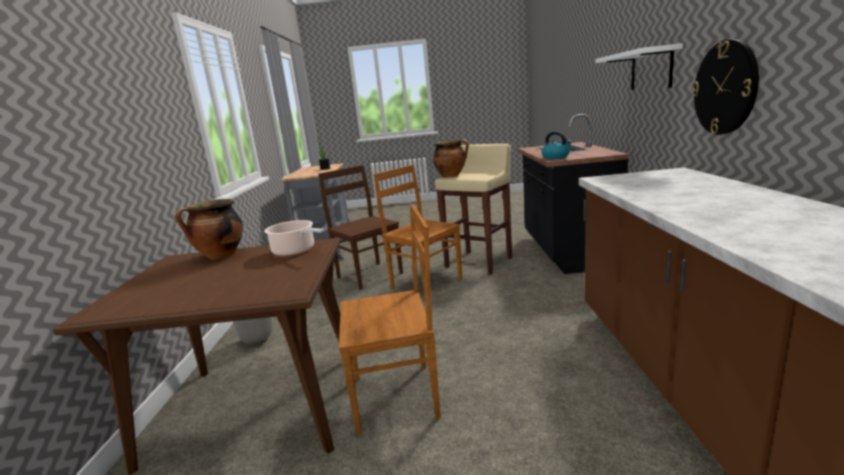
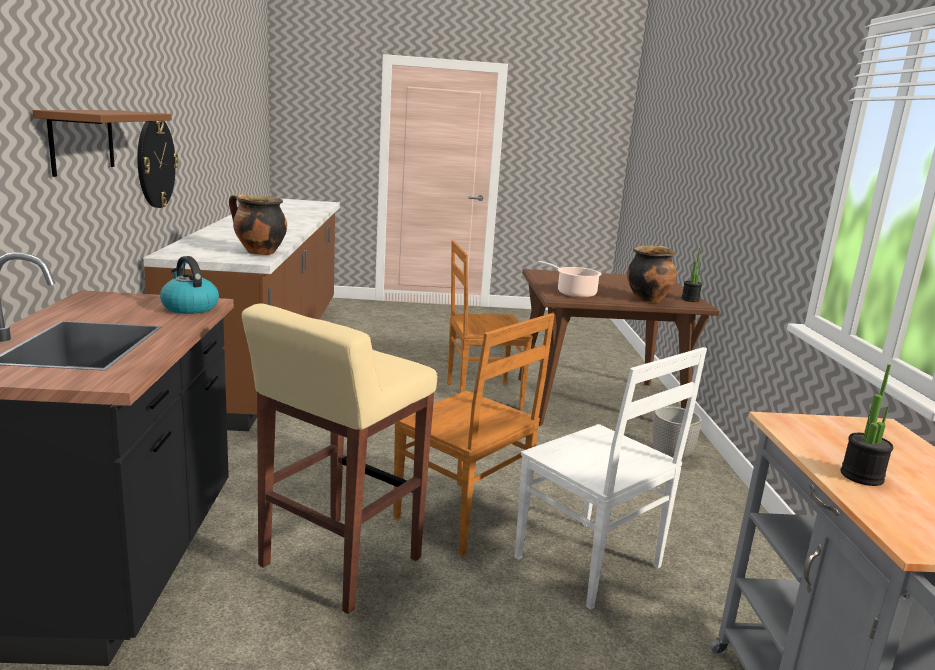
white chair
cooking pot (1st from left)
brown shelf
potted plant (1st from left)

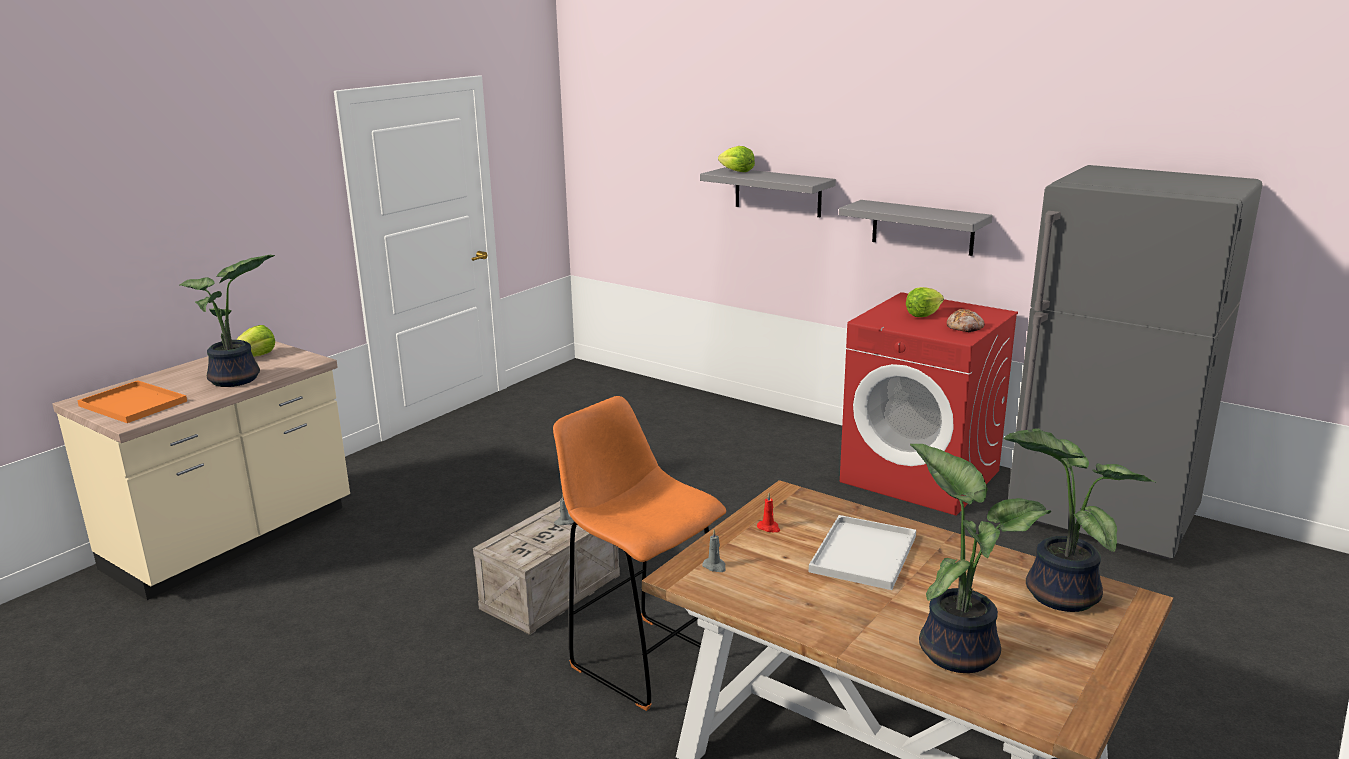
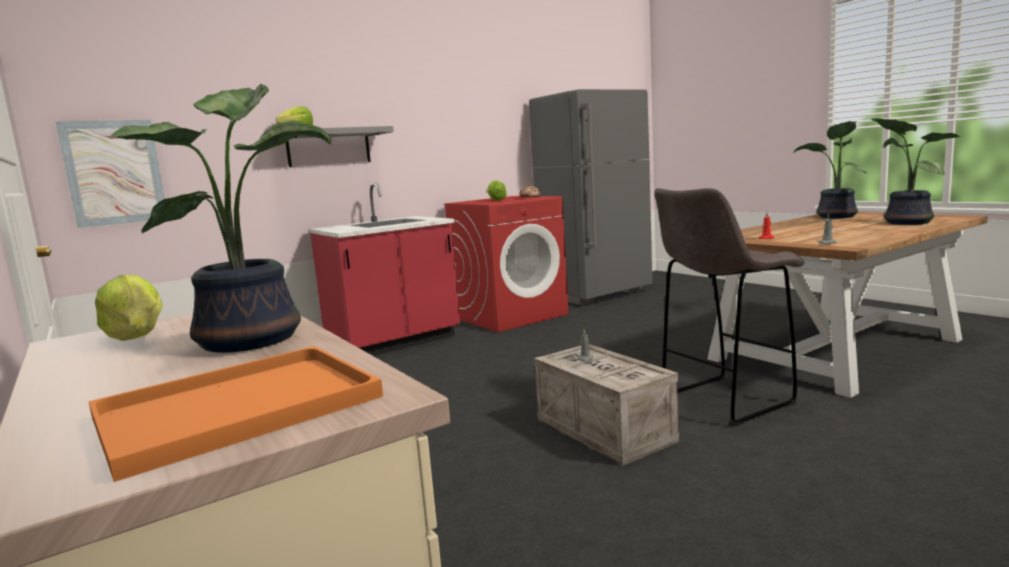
grey stool
white tray
grey shelf (2nd from left in the first image)
picture
red counter

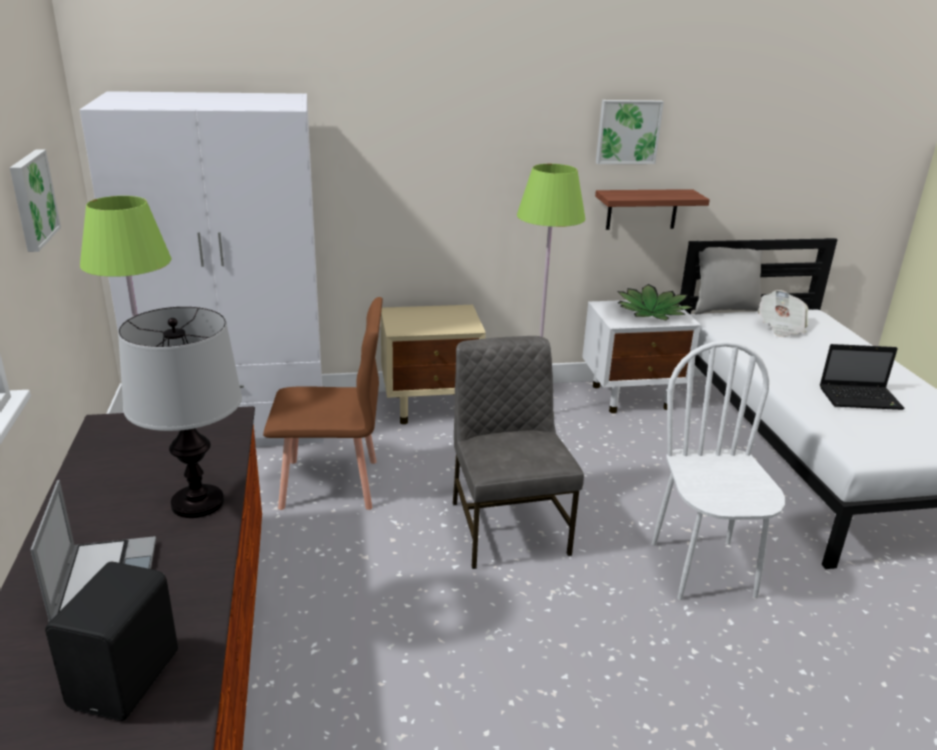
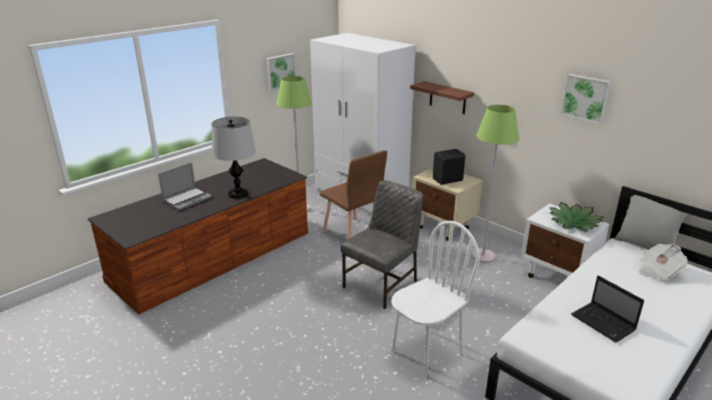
black speaker
shelf

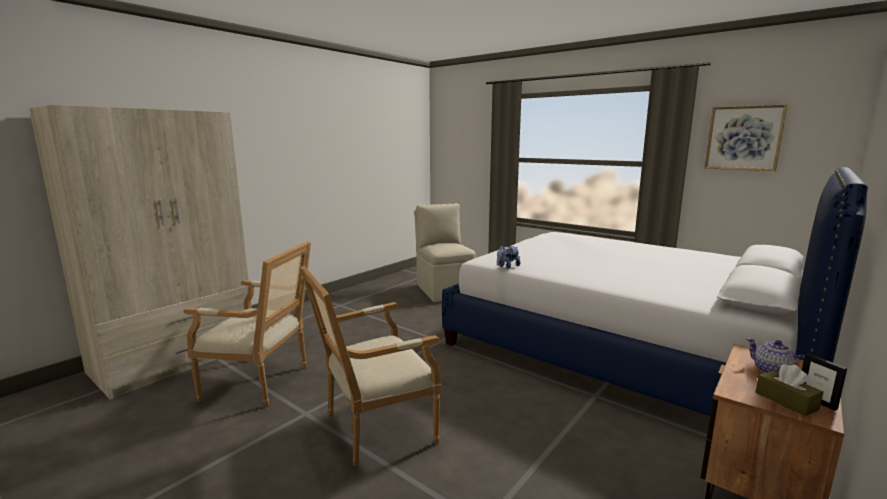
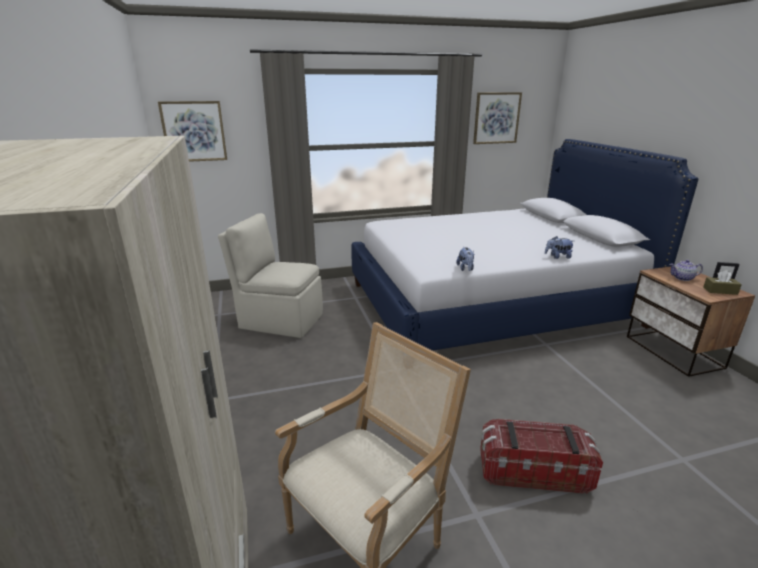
storage box
picture (1st from left)
plush toy (2nd from left)

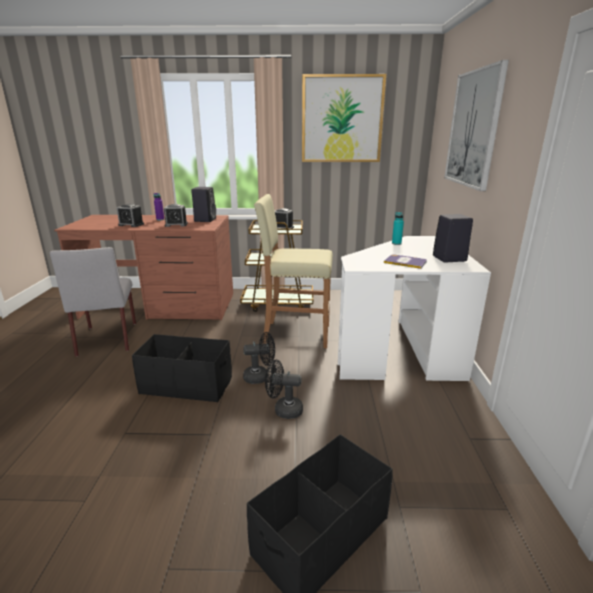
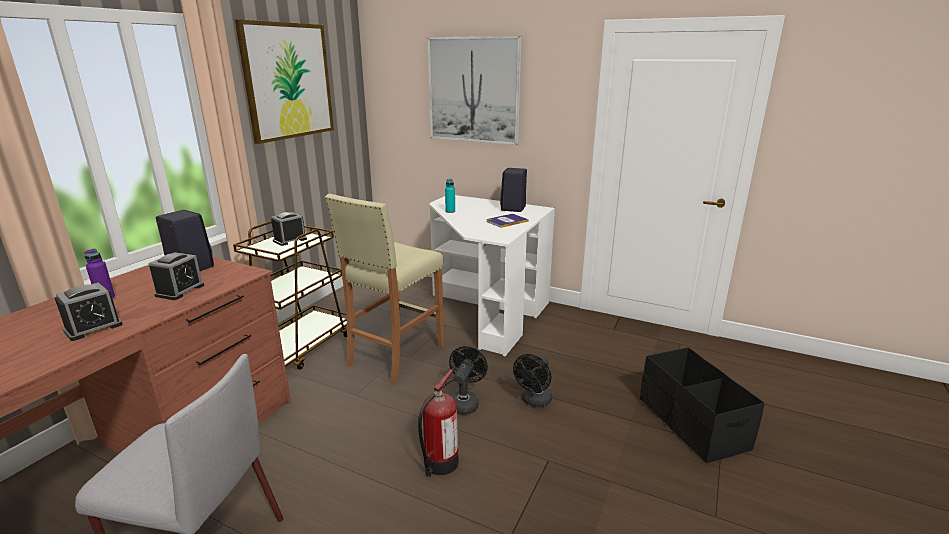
fire extinguisher

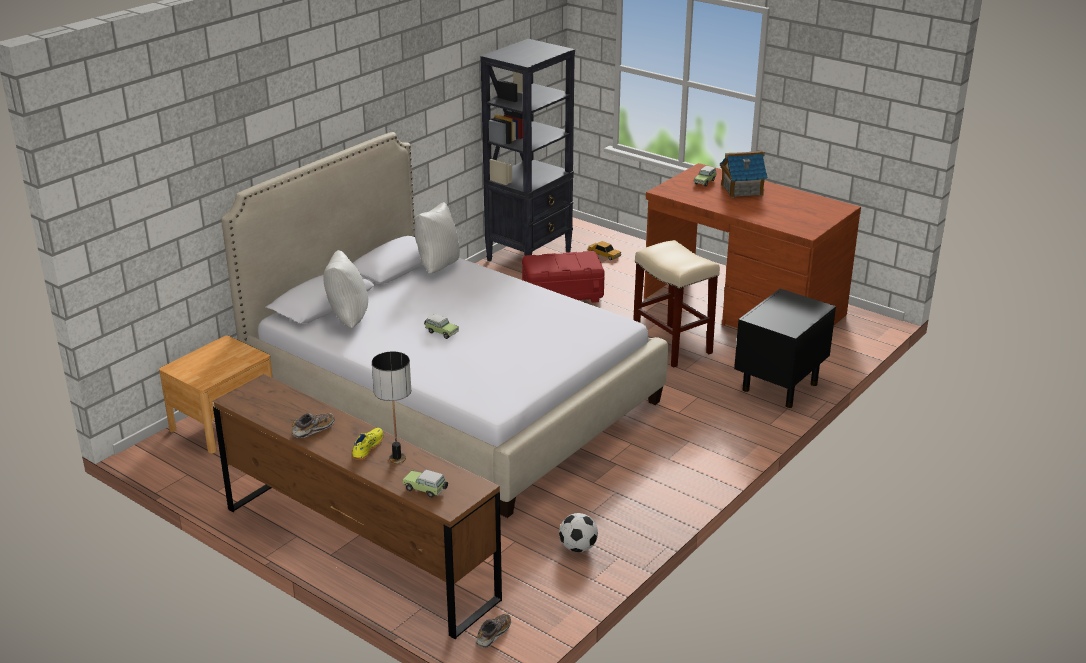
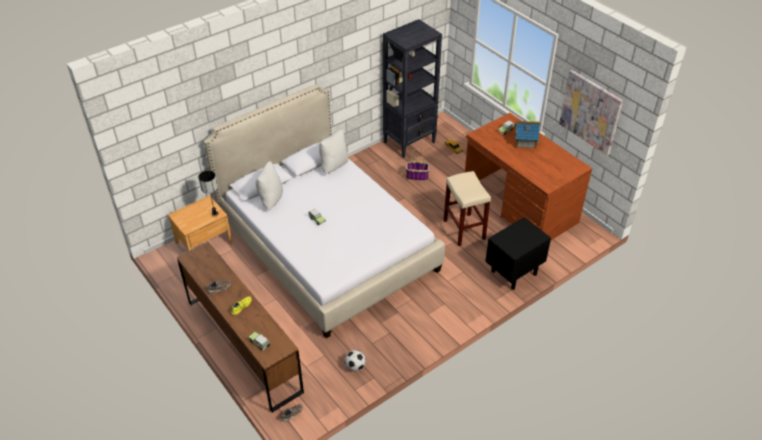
table lamp
basket
picture

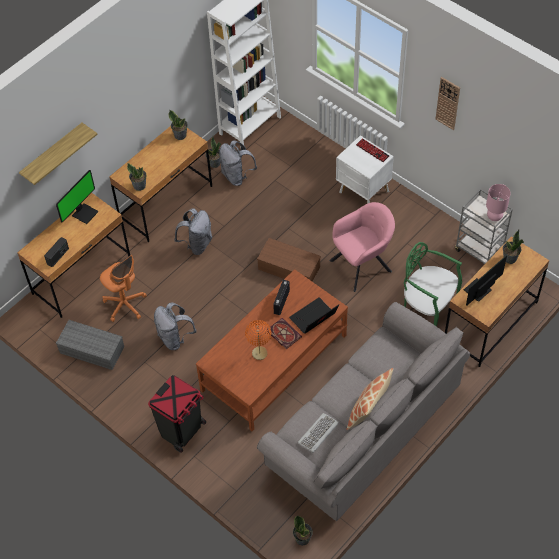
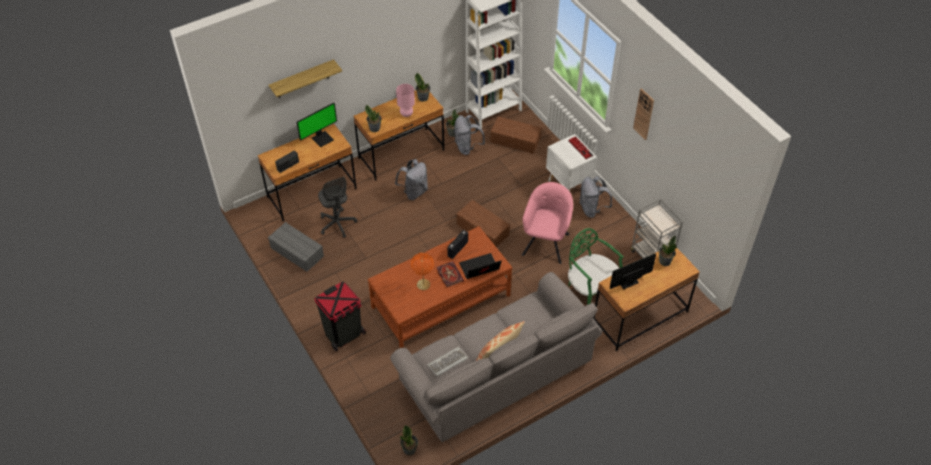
grey office chair
grey backpack (3rd from left)
pink armchair
pink table lamp
brown storage box (2nd from left)

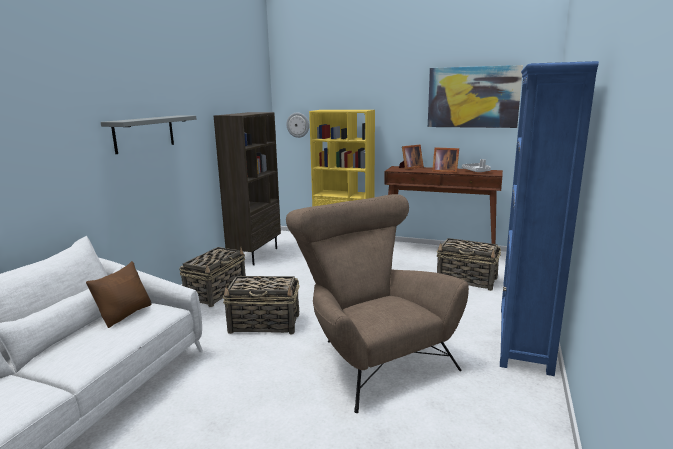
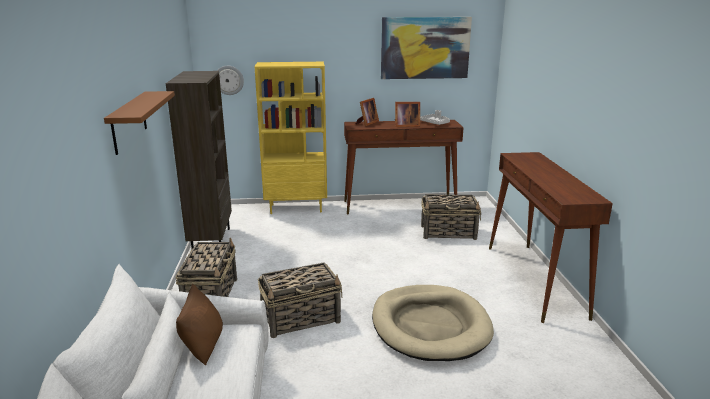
brown shelf
beige dog bed
brown console table (2nd from left)

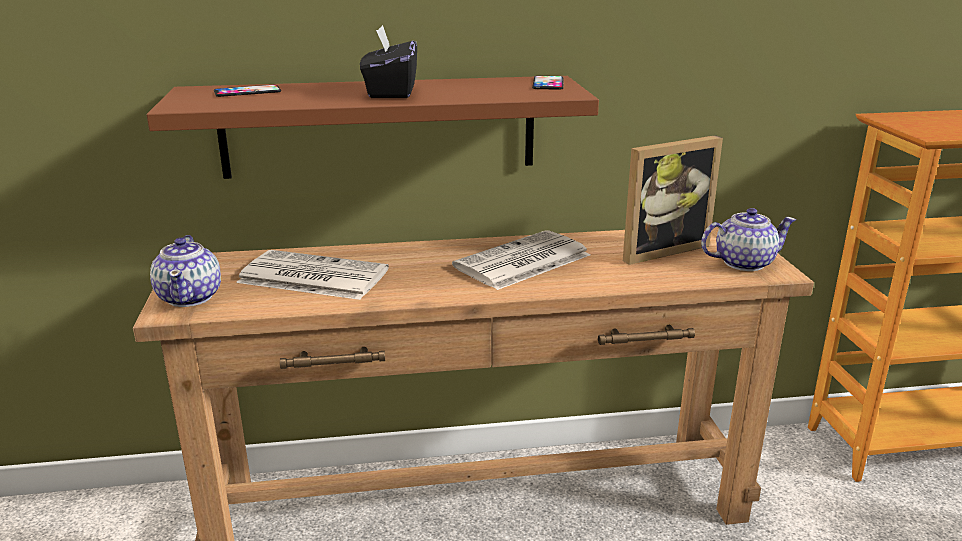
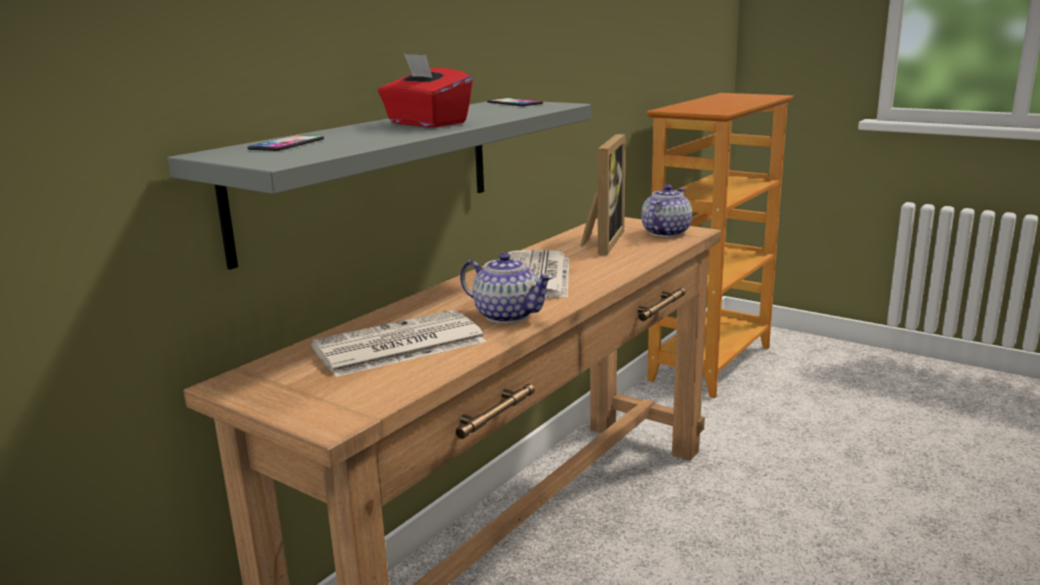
grey shelf
teapot (1st from left)
red tissue box

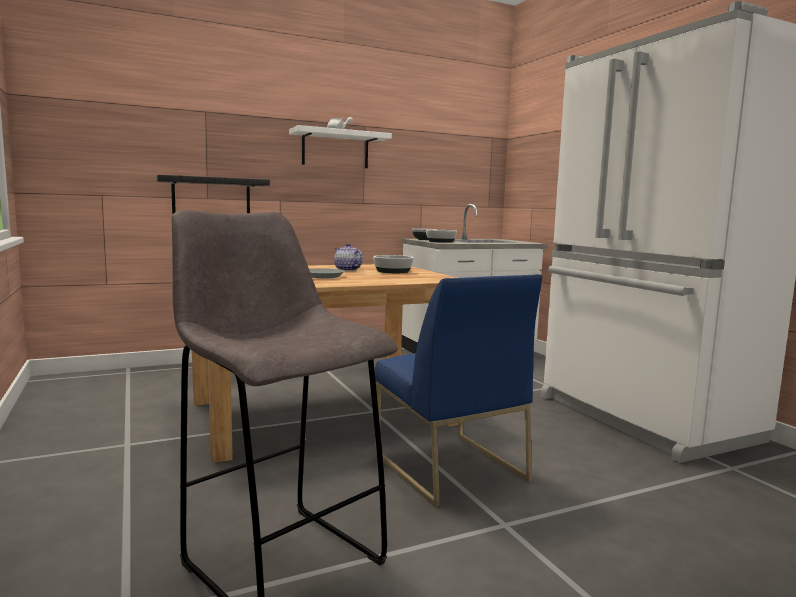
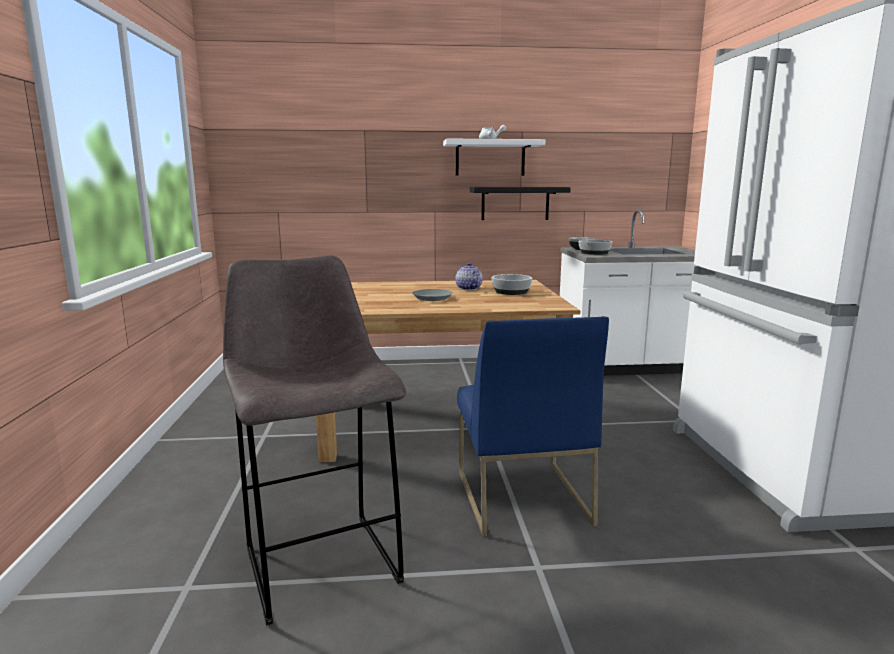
black shelf

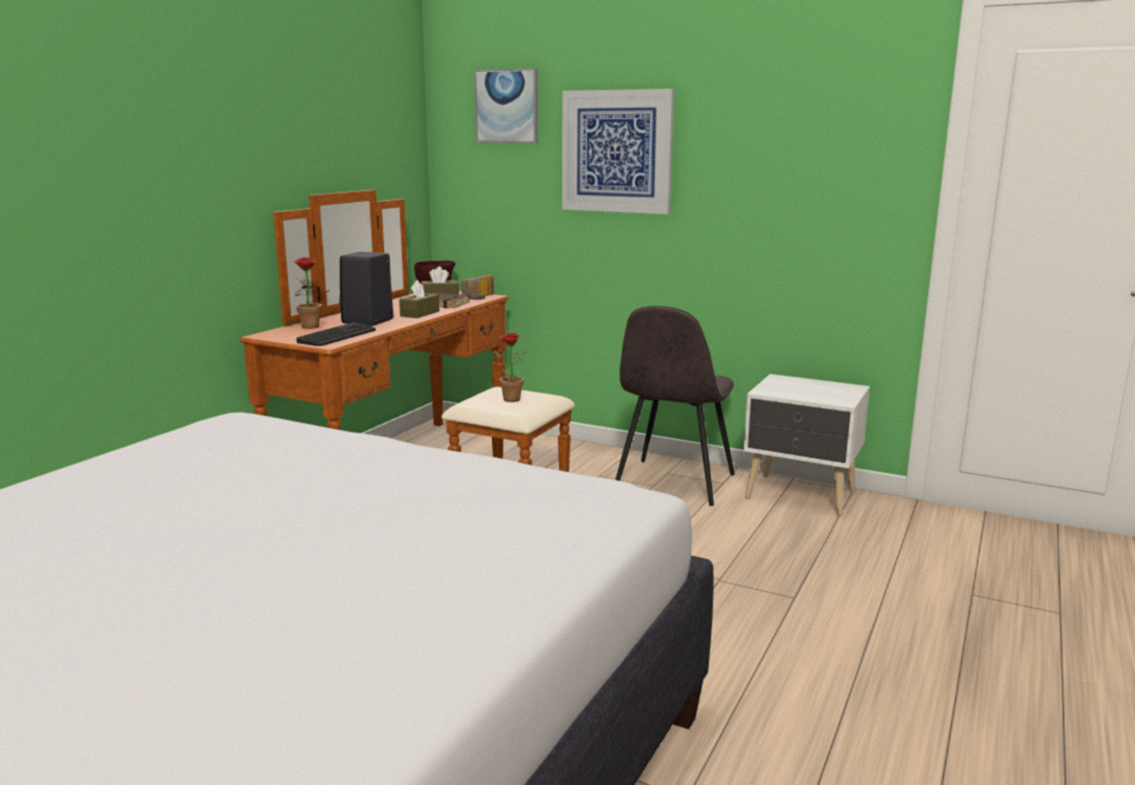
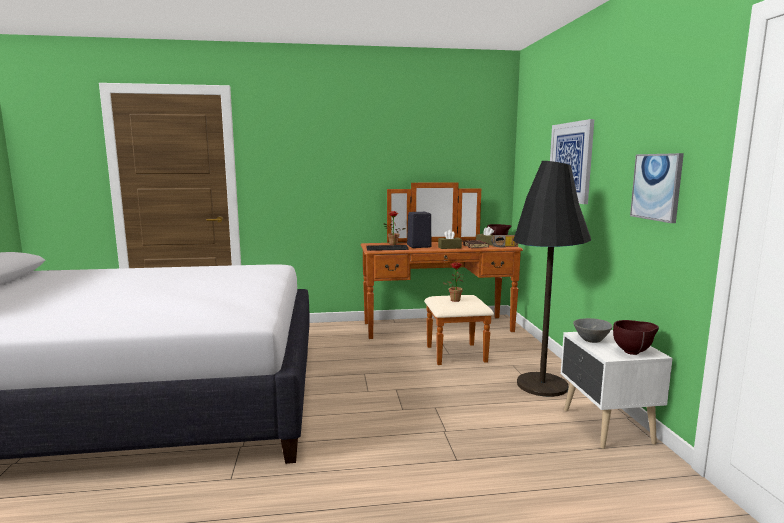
picture (2nd from left)
black floor lamp
grey bowl
brown bowl (2nd from left)

